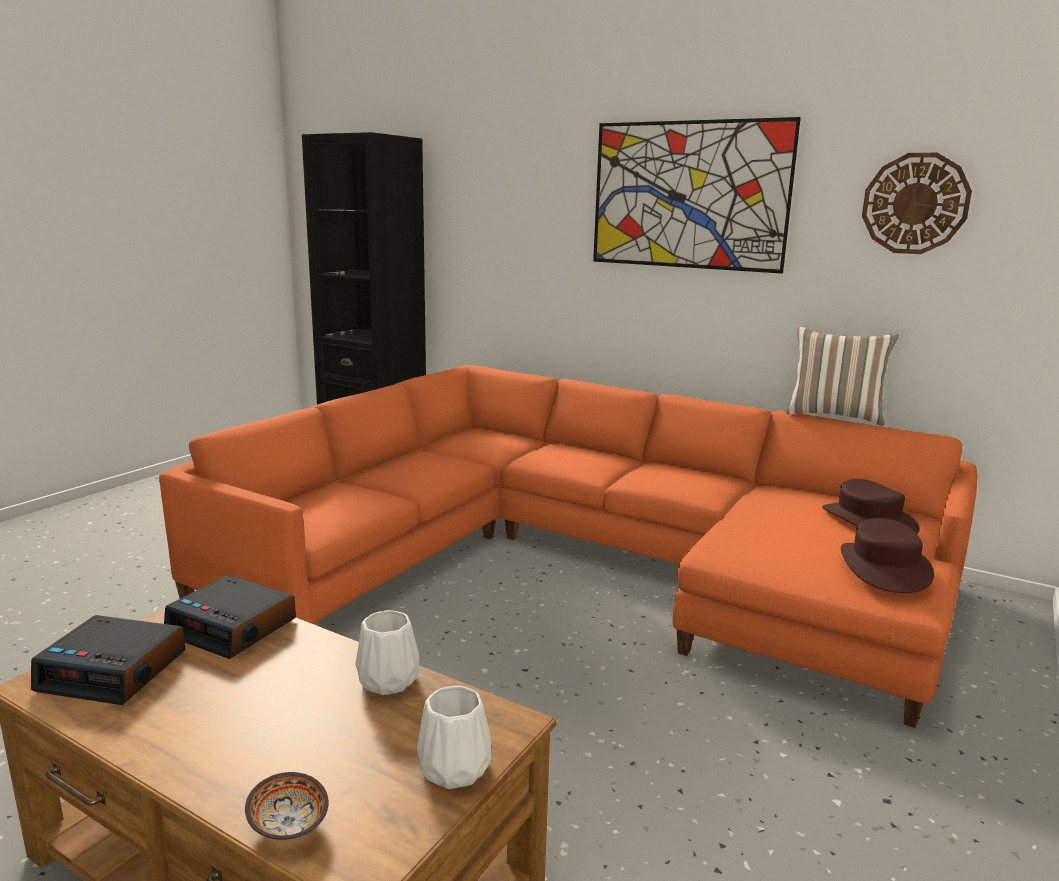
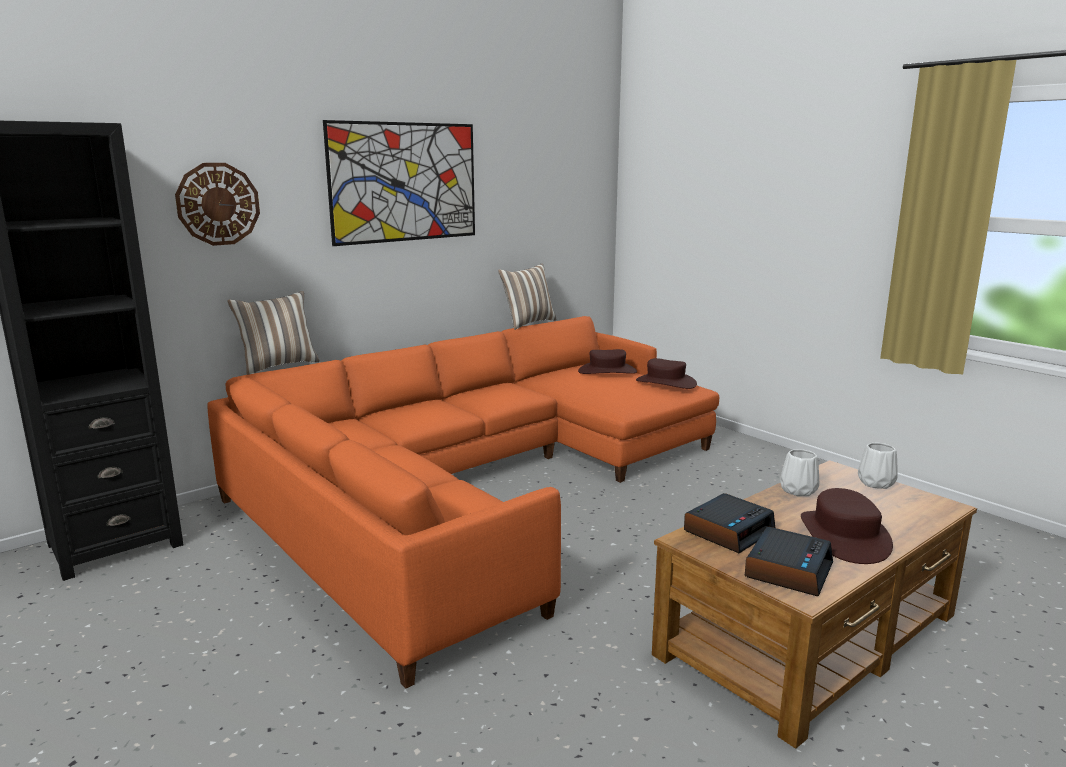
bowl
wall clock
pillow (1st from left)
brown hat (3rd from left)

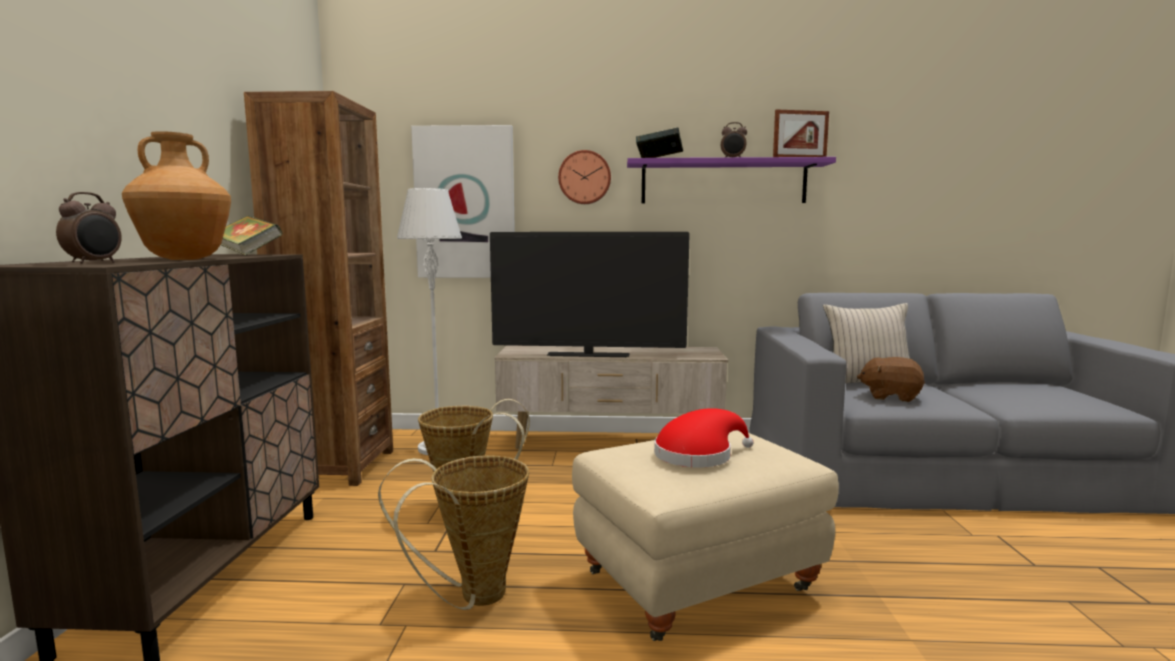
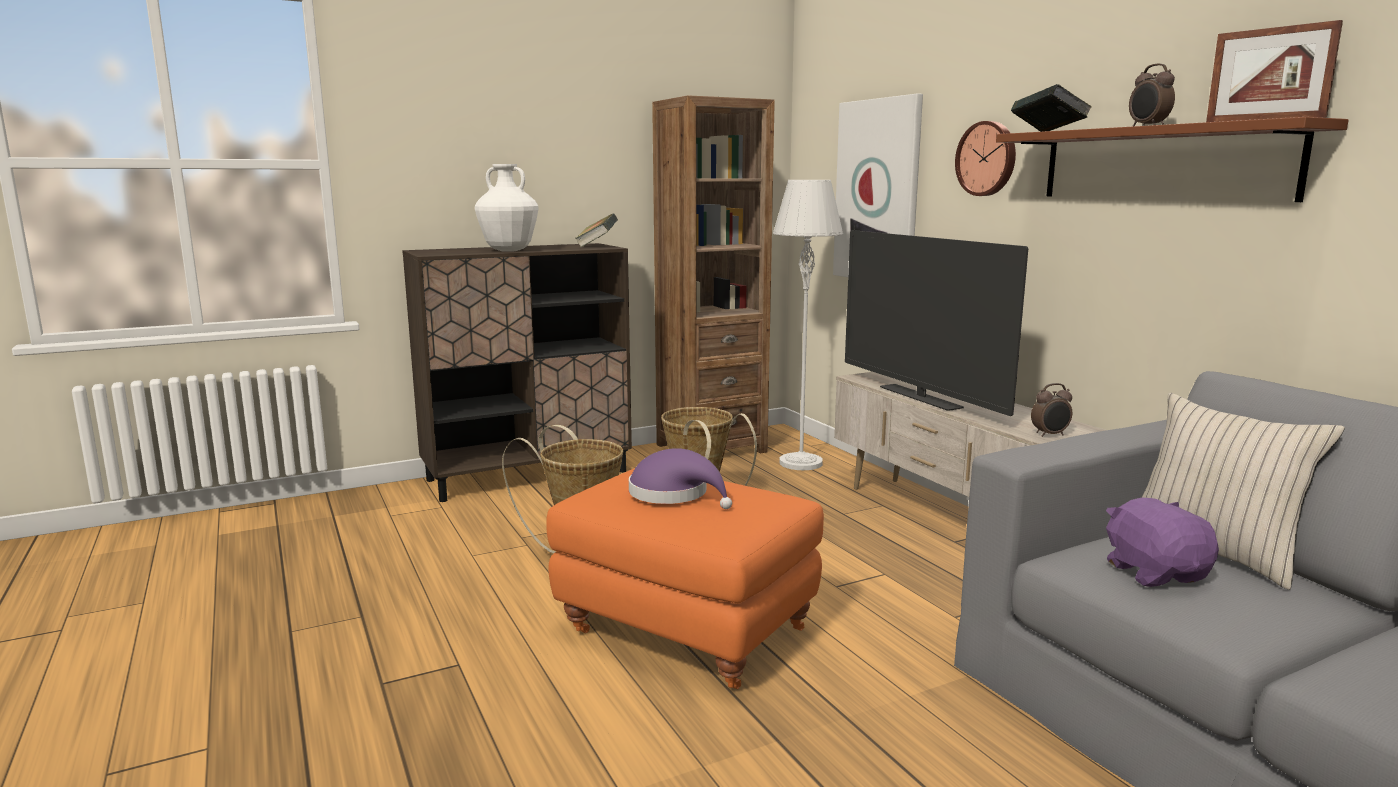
alarm clock (1st from left)
white vase
orange ottoman
brown shelf
purple hat
purple plush toy

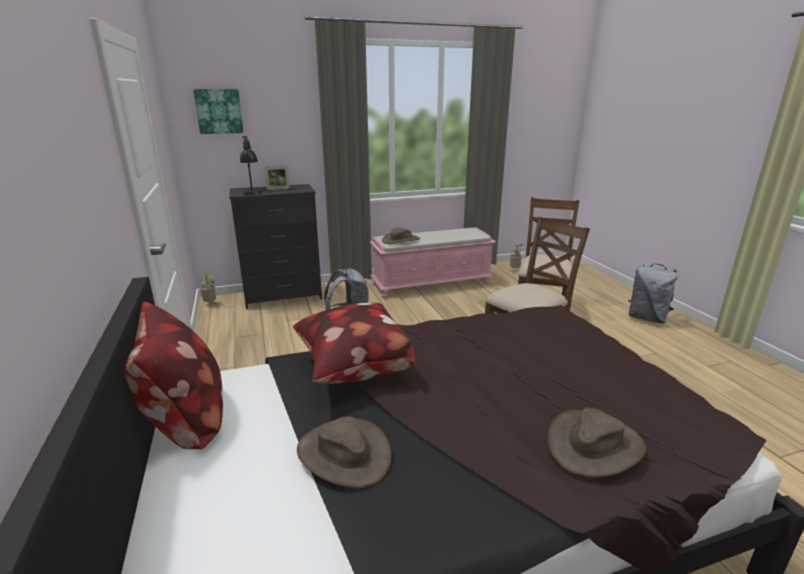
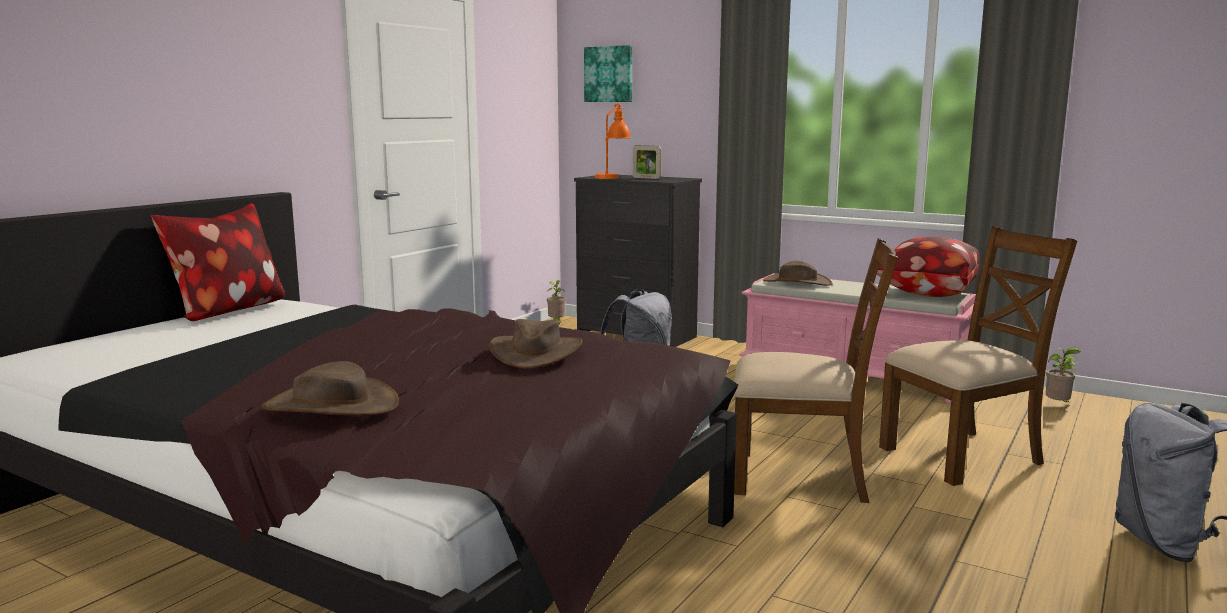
orange table lamp
pillow (2nd from left)
brown hat (2nd from left)

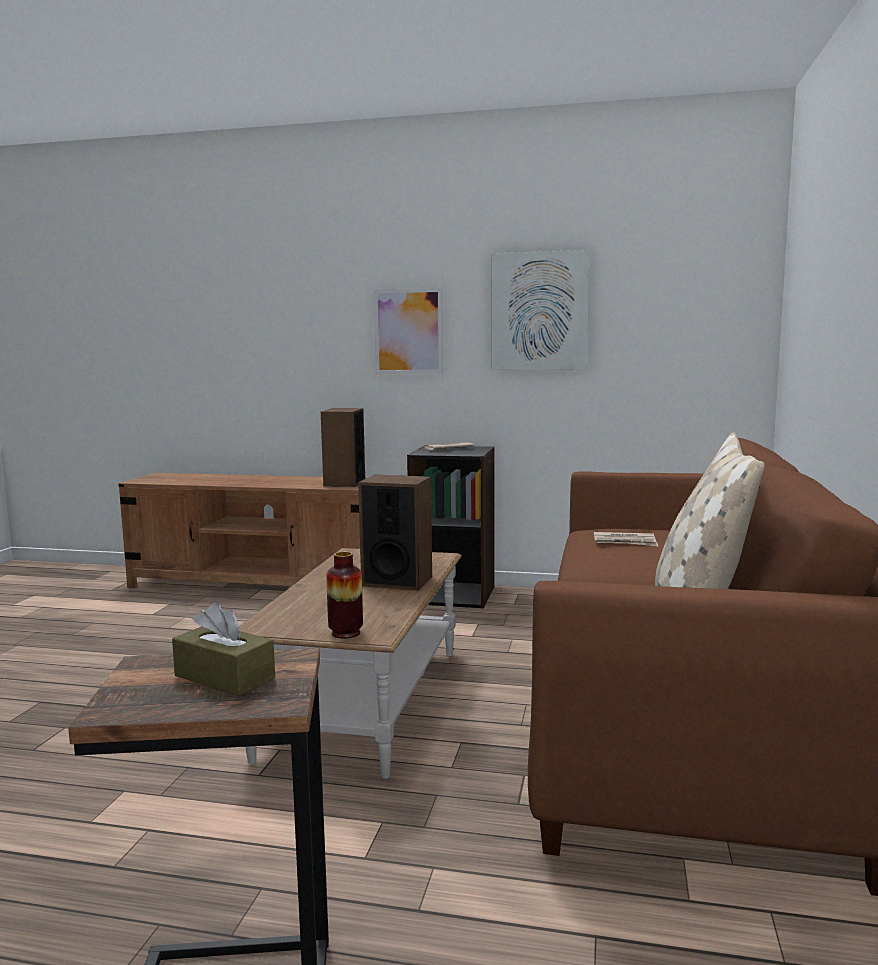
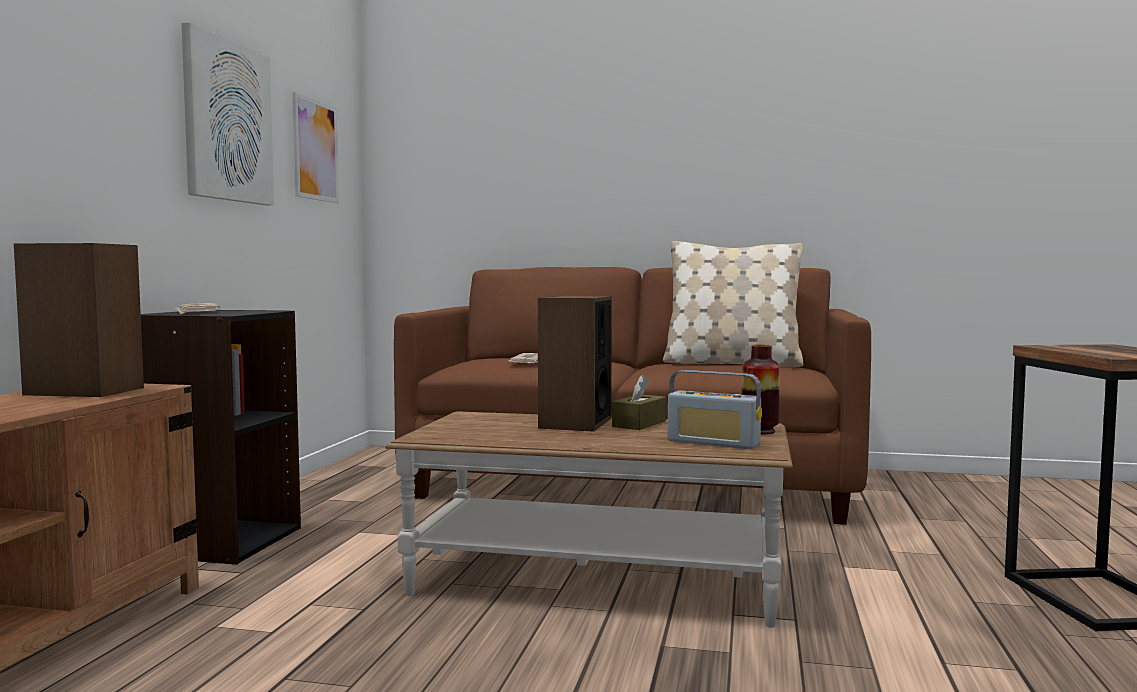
brown tissue box
picture (2nd from left)
radio

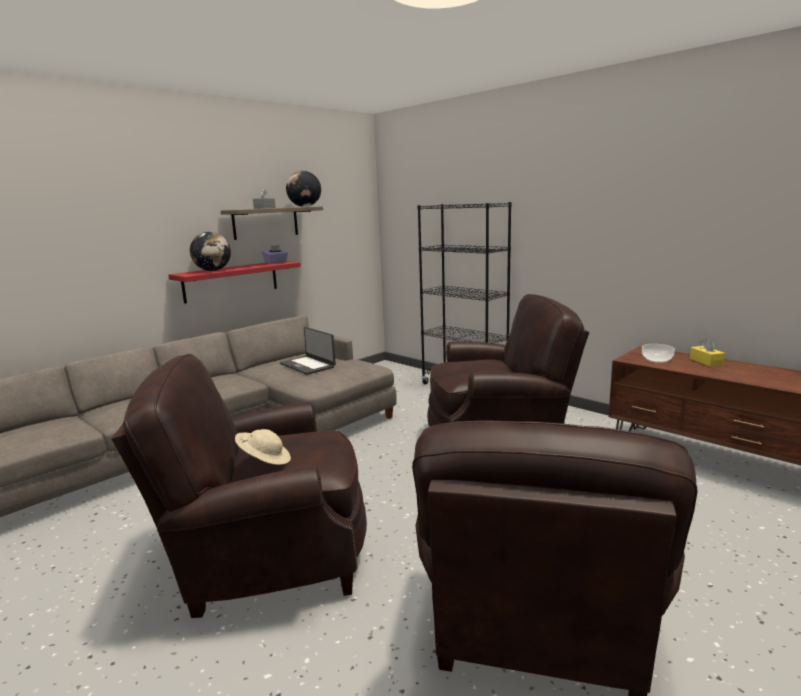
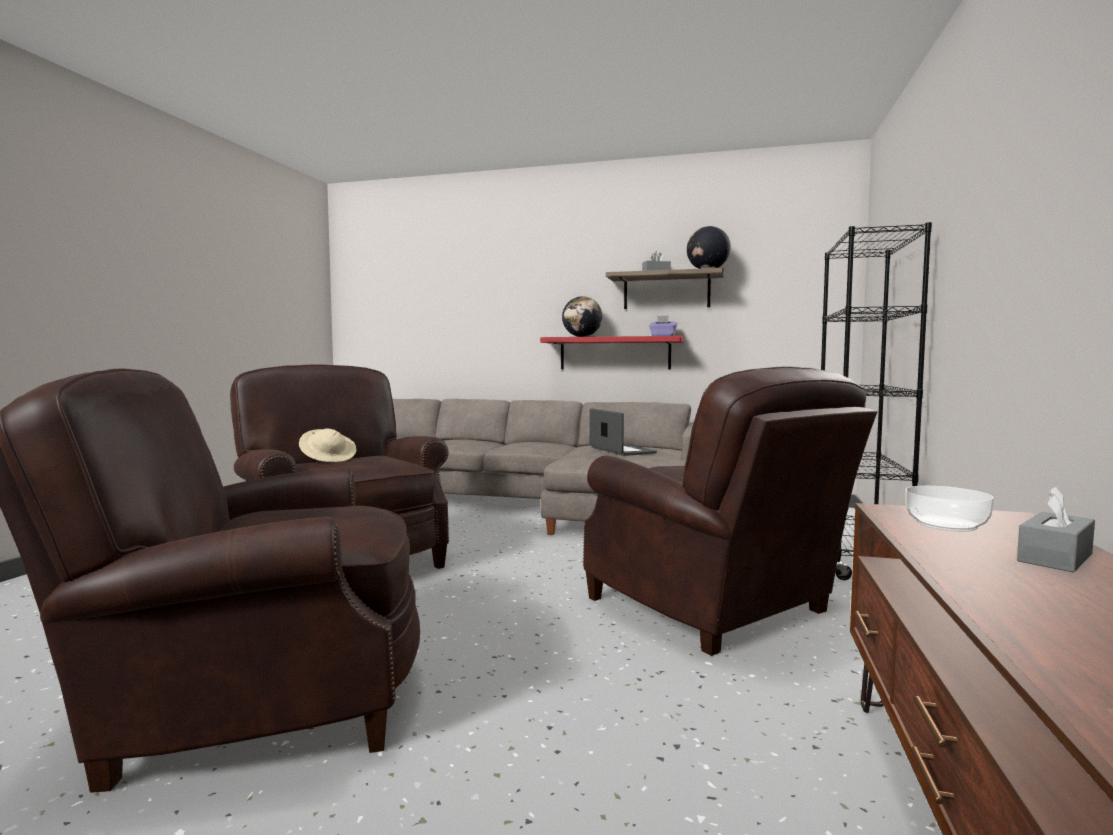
laptop
grey tissue box (2nd from left)

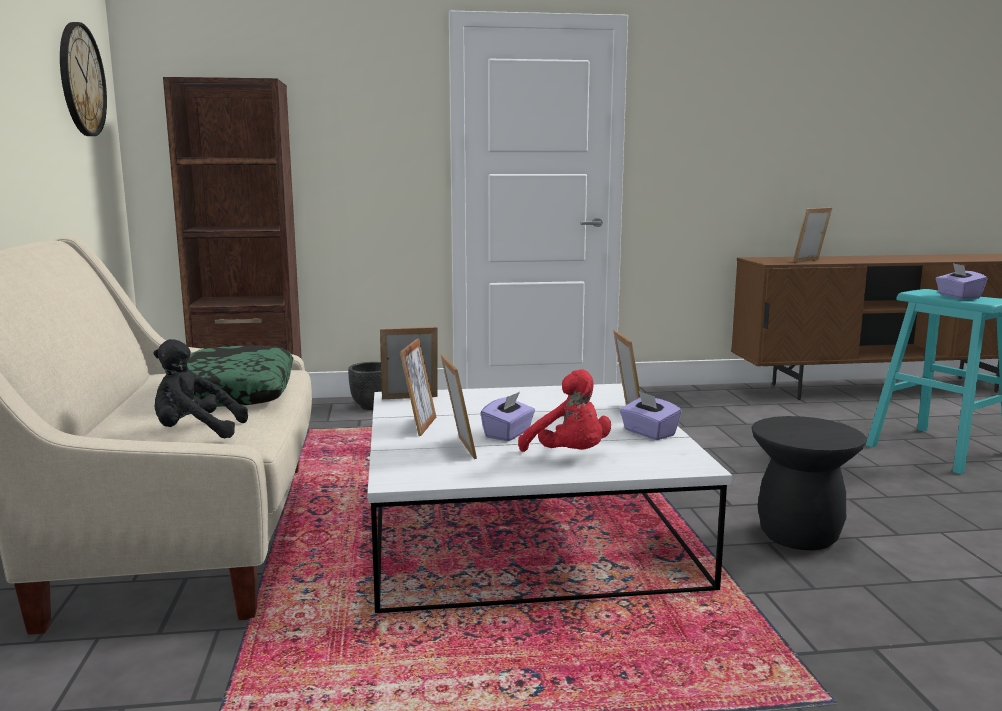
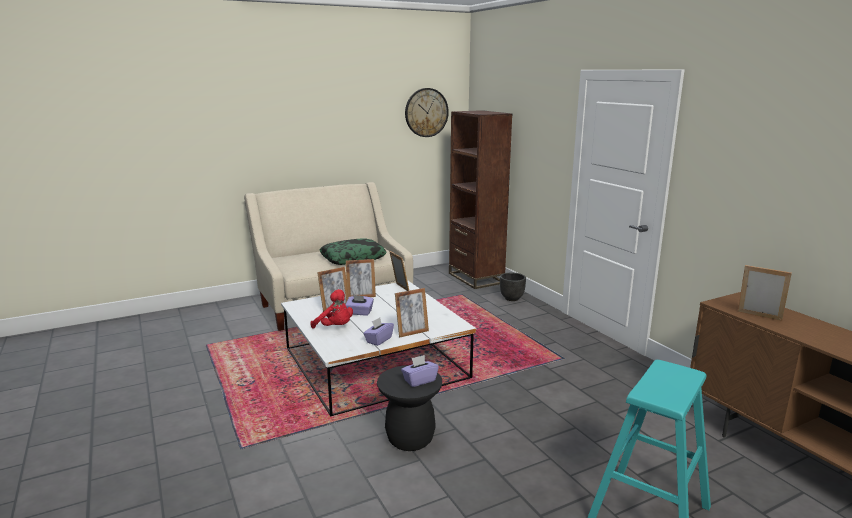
black plush toy
red plush toy
purple tissue box (3rd from left)

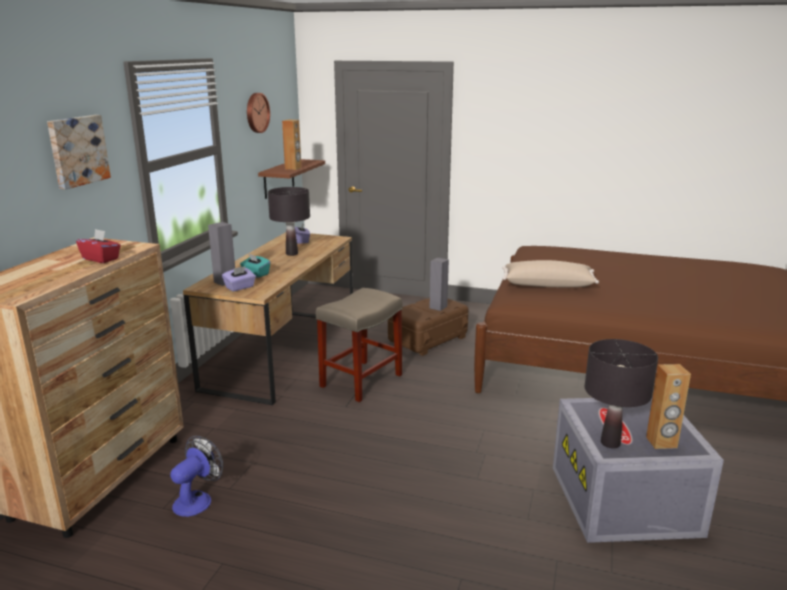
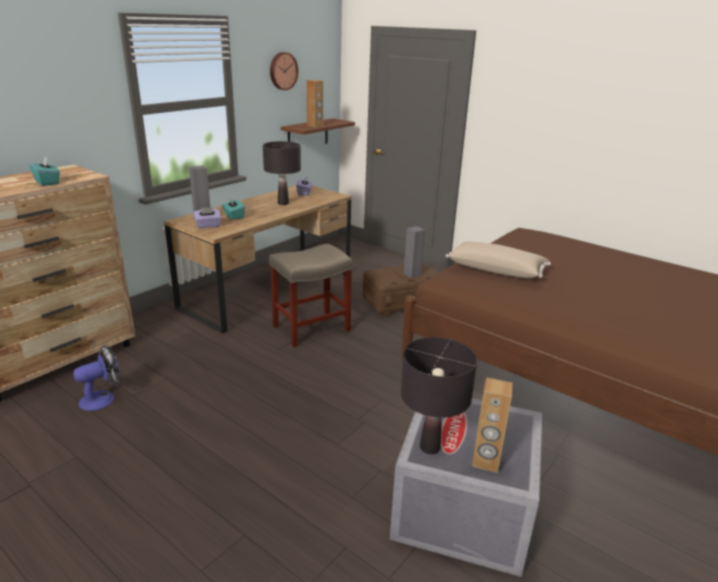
picture
turquoise tissue box (1st from left)

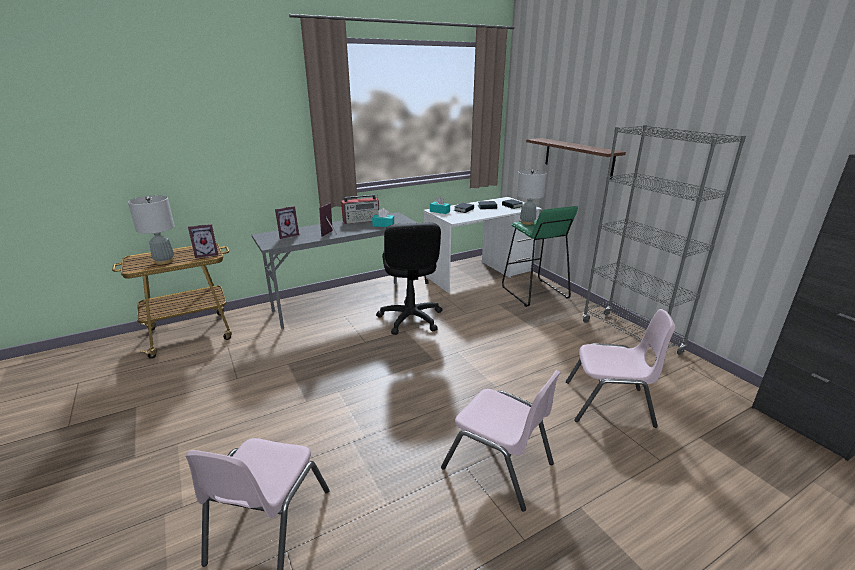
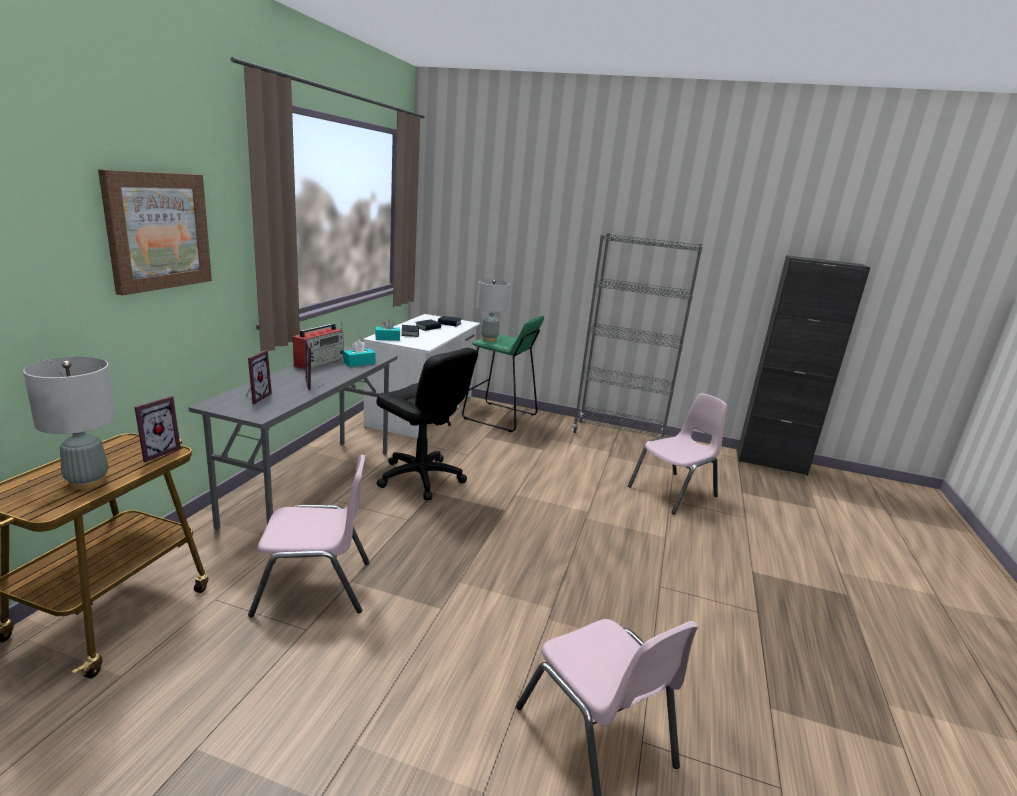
pink chair (1st from left)
shelf
picture

